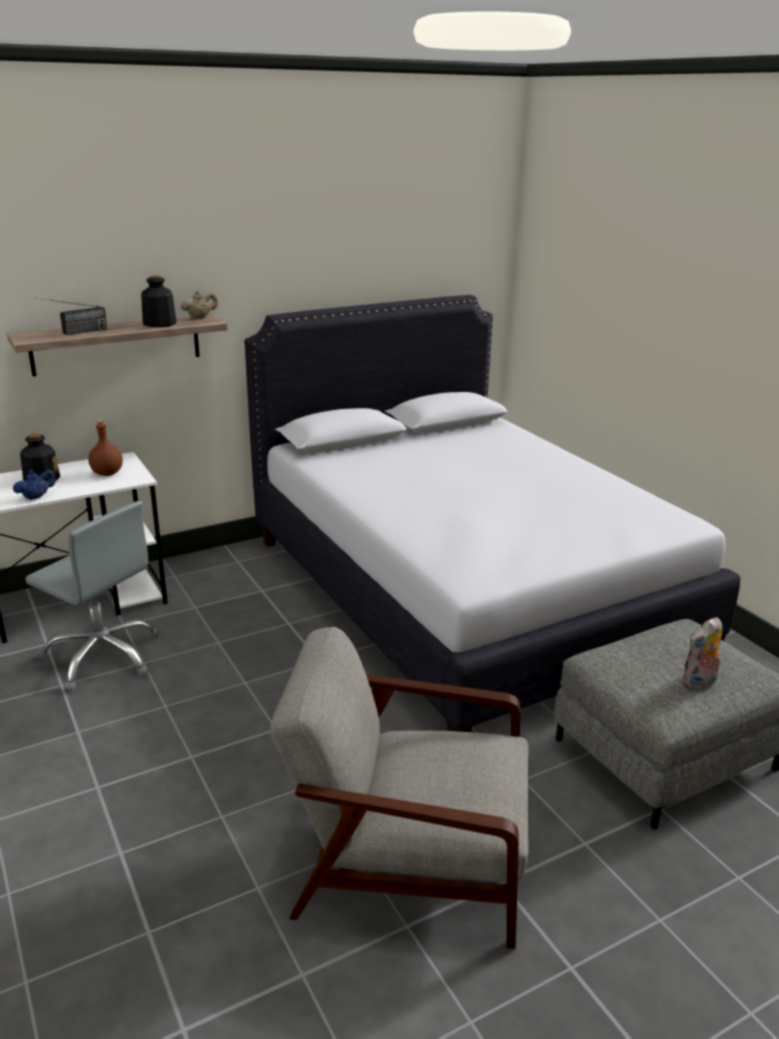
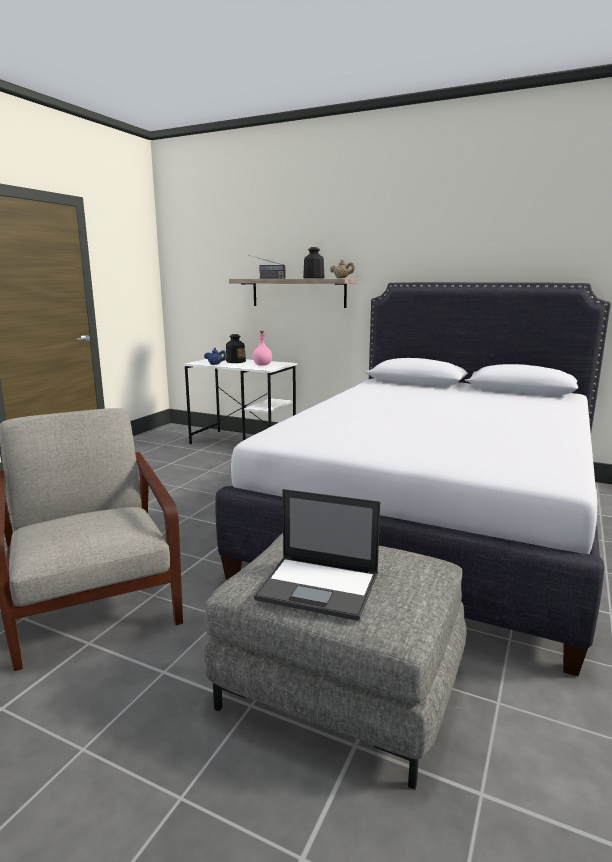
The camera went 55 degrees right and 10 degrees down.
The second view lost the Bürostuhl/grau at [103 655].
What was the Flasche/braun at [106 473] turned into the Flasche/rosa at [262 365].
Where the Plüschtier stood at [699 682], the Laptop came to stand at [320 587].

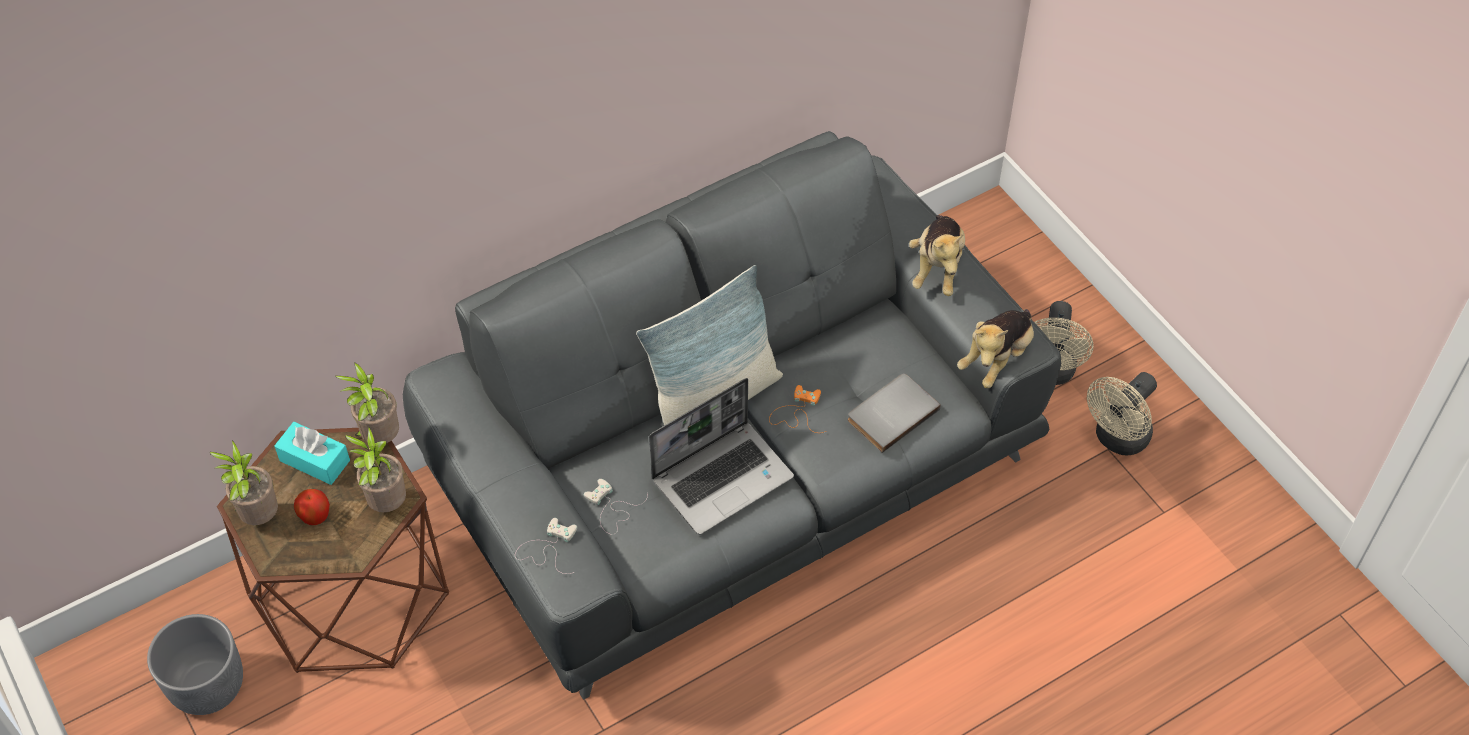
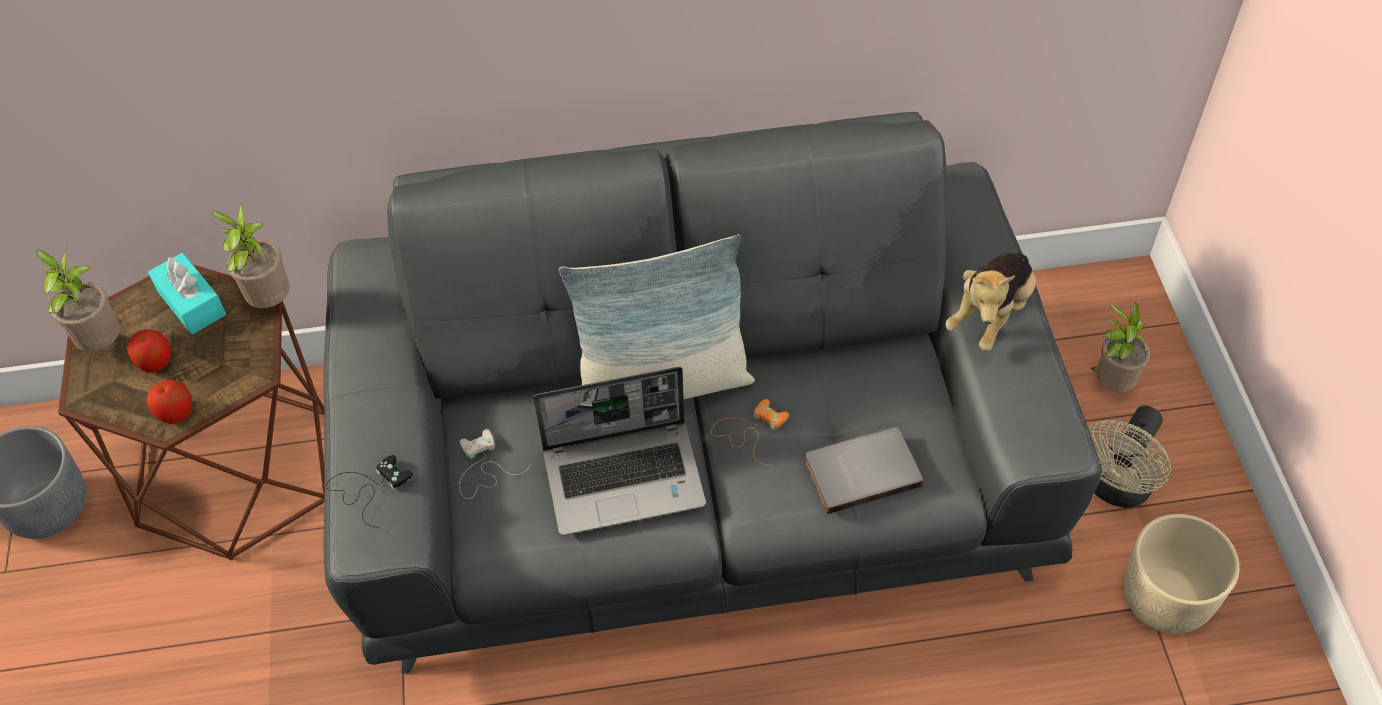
The camera went 25 degrees right and 0 degrees up.
The Topfpflanze ended up elsewhere, having gone from [386 503] to [1110 384].
What was the Gamepad/weiß at [547 548] turned into the Gamepad/schwarz at [368 488].
The second view lost the Plüschtier at [996 358].
Where the Ventilator/beige stood at [1117 439], the Pflanzkübel/beige came to stand at [1166 599].
The second view gained the Apfel at [176 413].

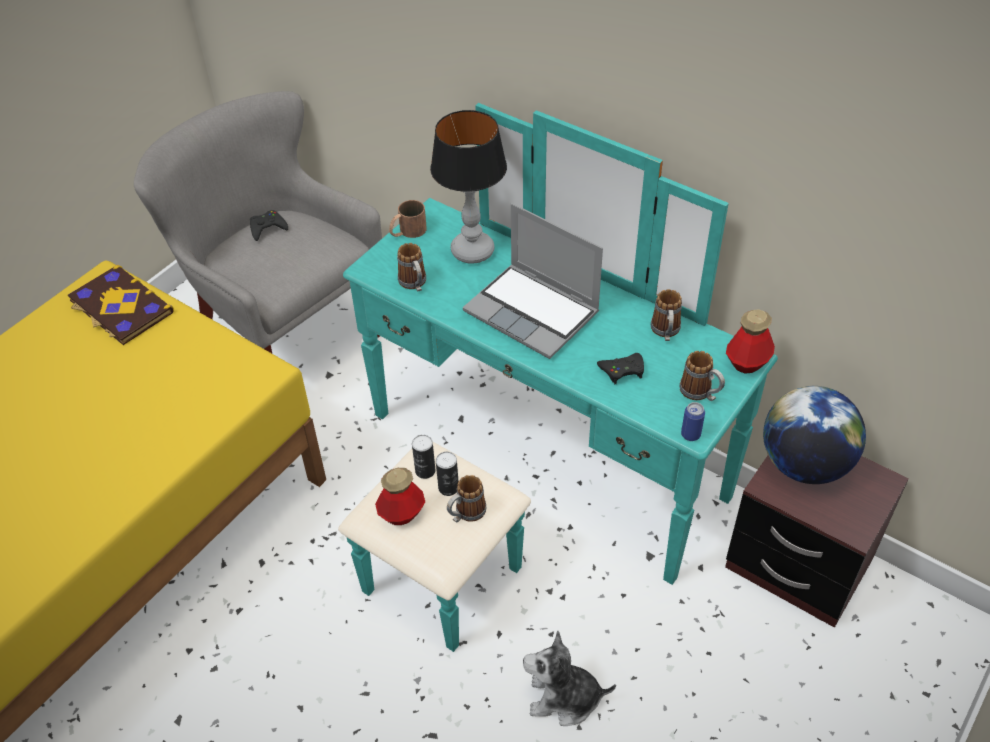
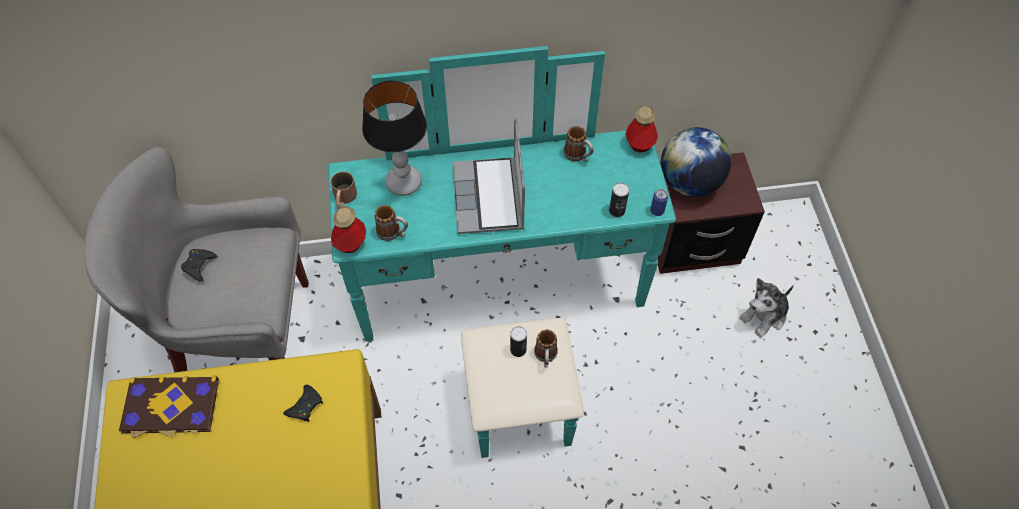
The camera went 45 degrees left and 10 degrees up.
The Flasche ended up elsewhere, having gone from [401 513] to [350 243].
The Dose ended up elsewhere, having gone from [425 471] to [617 210].
The Laptop at [533 312] ended up facing another way, 90 degrees clockwise from before.
The Plüschtier ended up elsewhere, having gone from [564 698] to [764 316].
The Gamepad/schwarz ended up elsewhere, having gone from [622 370] to [305 406].
The second view lost the Henkelbecher at [700 393].

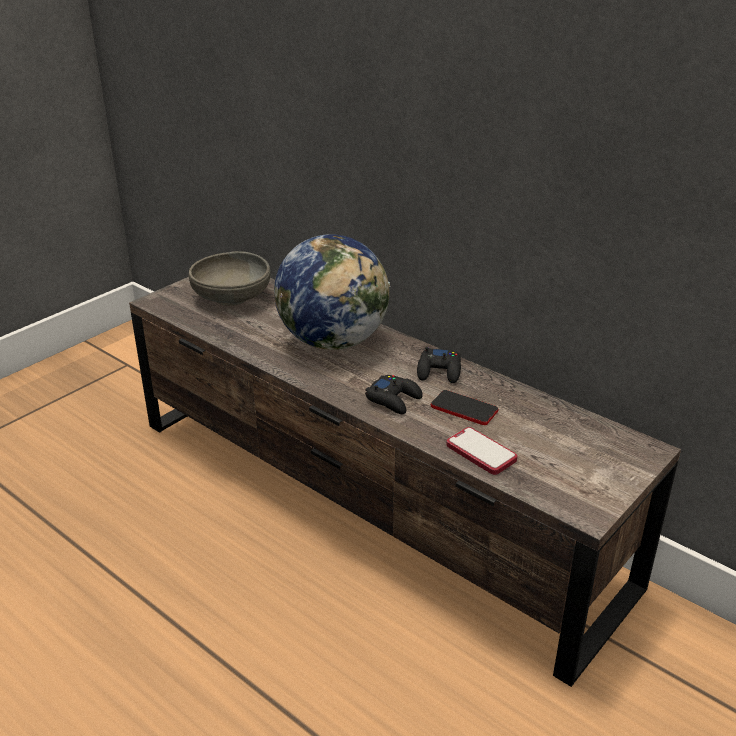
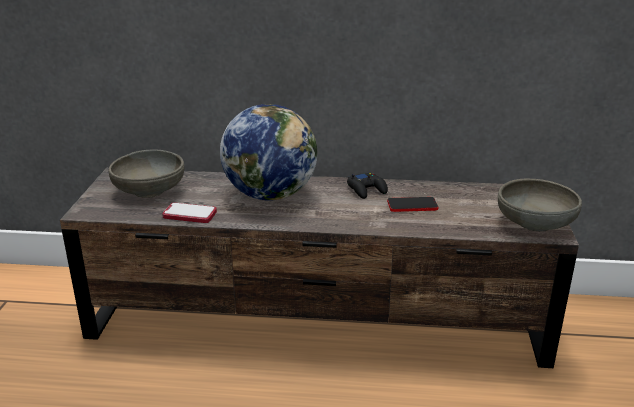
The camera went 35 degrees left and 5 degrees down.
The second view lost the Gamepad/schwarz at [394 399].
The Handy ended up elsewhere, having gone from [481 452] to [190 214].
The second view gained the Schüssel/grau at [534 224].

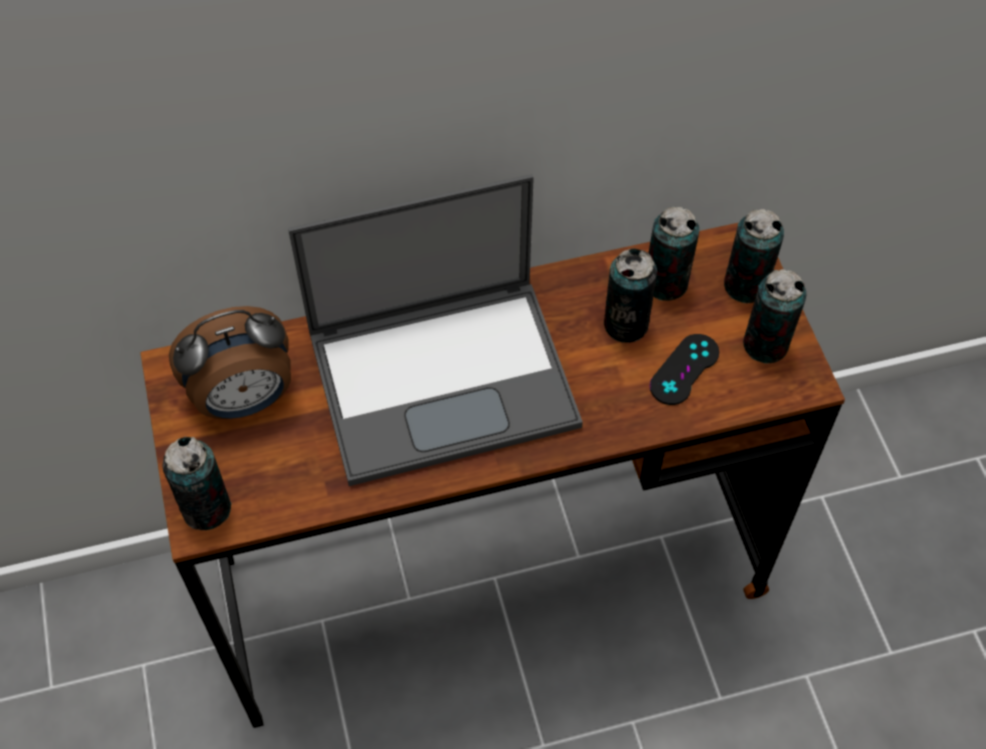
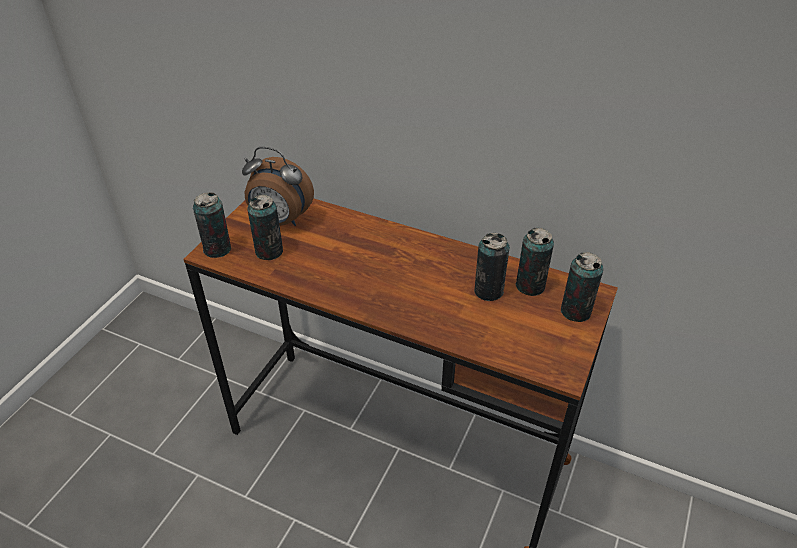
The camera went 40 degrees right and 15 degrees down.
The second view lost the Laptop at [445 377].
The second view lost the Gamepad/schwarz at [684 369].
The Dose ended up elsewhere, having gone from [765 345] to [269 251].

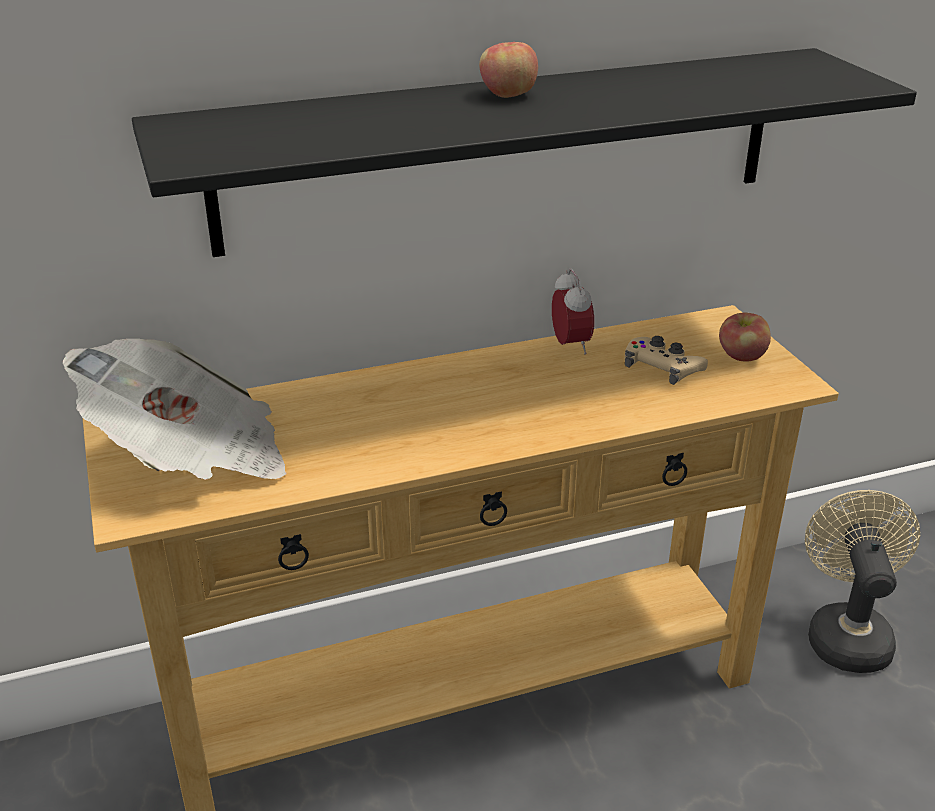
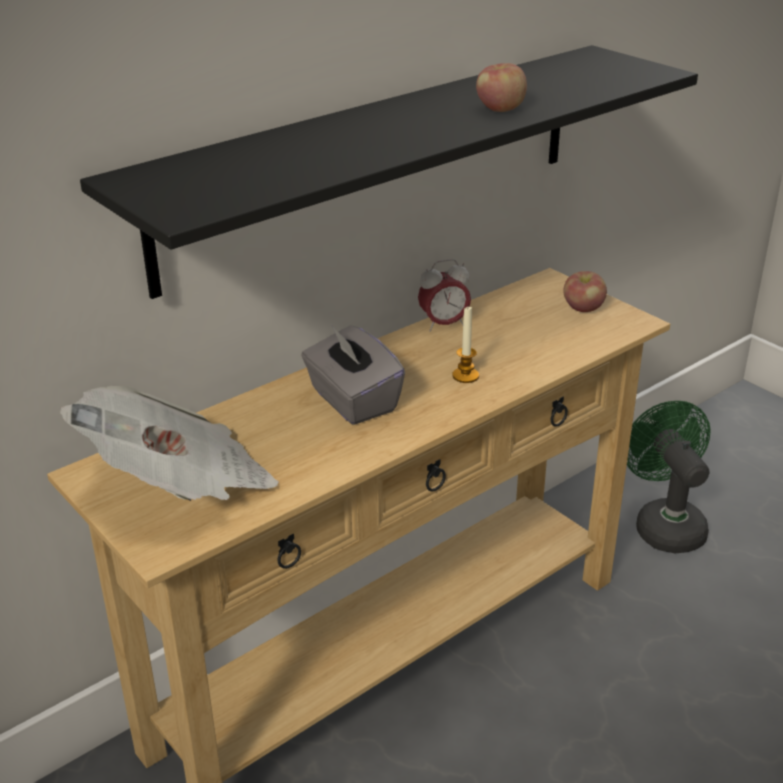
The camera went 20 degrees left and 0 degrees up.
The Apfel ended up elsewhere, having gone from [507 95] to [500 109].
The Wecker at [570 345] ended up facing another way, 105 degrees clockwise from before.
The second view lost the Gamepad/beige at [662 367].
What was the Ventilator/beige at [846 633] turned into the Ventilator/grün at [664 524].
The second view gained the Taschentuchbox/grau at [352 400].
The second view gained the Kerze at [465 376].

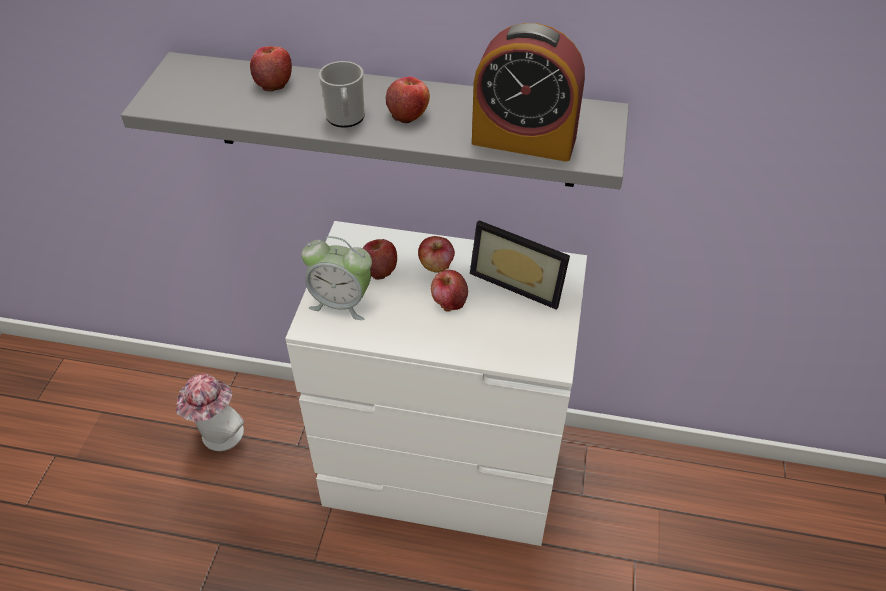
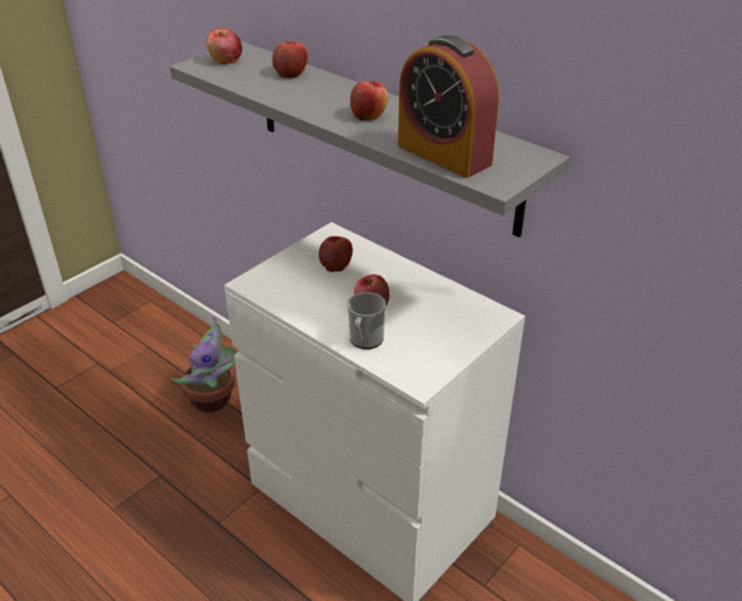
The camera went 30 degrees right and 10 degrees down.
Where the Hut stood at [219 438], the Topfpflanze came to stand at [214 400].
The second view lost the Wecker at [341 302].
The Henkelbecher ended up elsewhere, having gone from [346 119] to [365 341].
The Apfel ended up elsewhere, having gone from [436 265] to [225 60].
The second view lost the Bilderrahmen at [520 280].

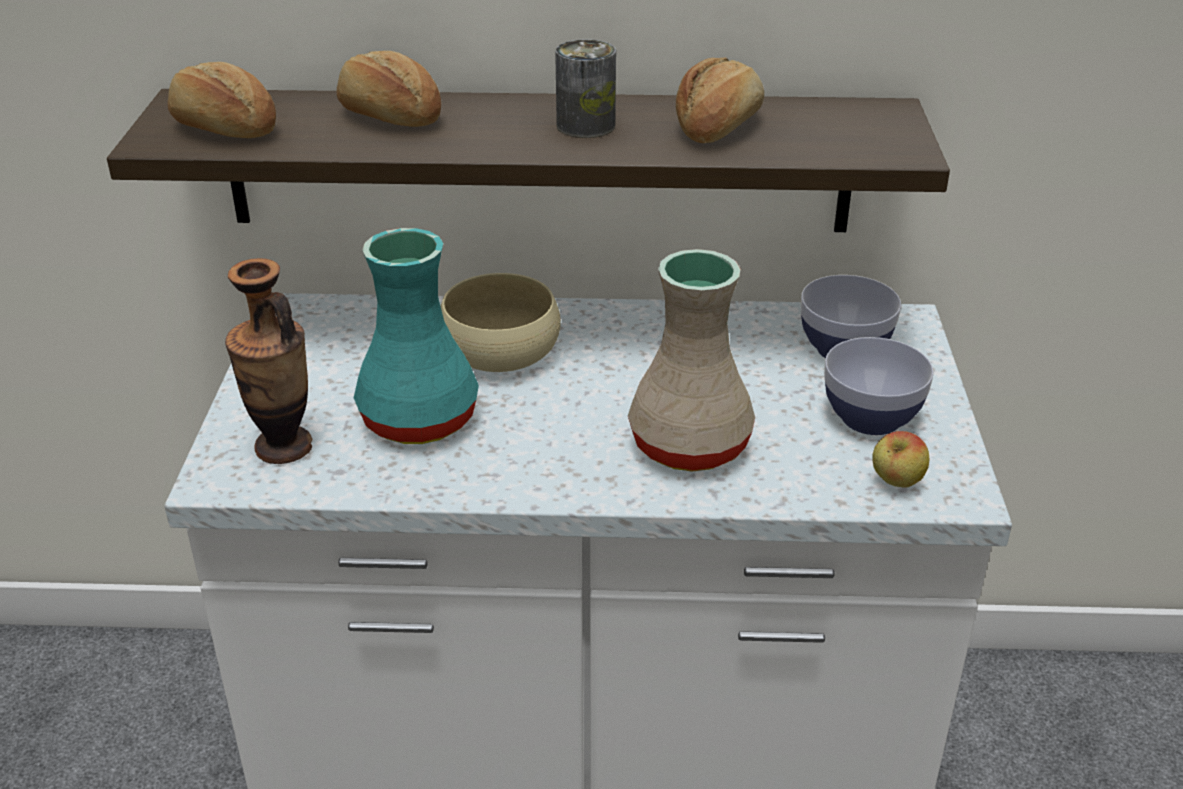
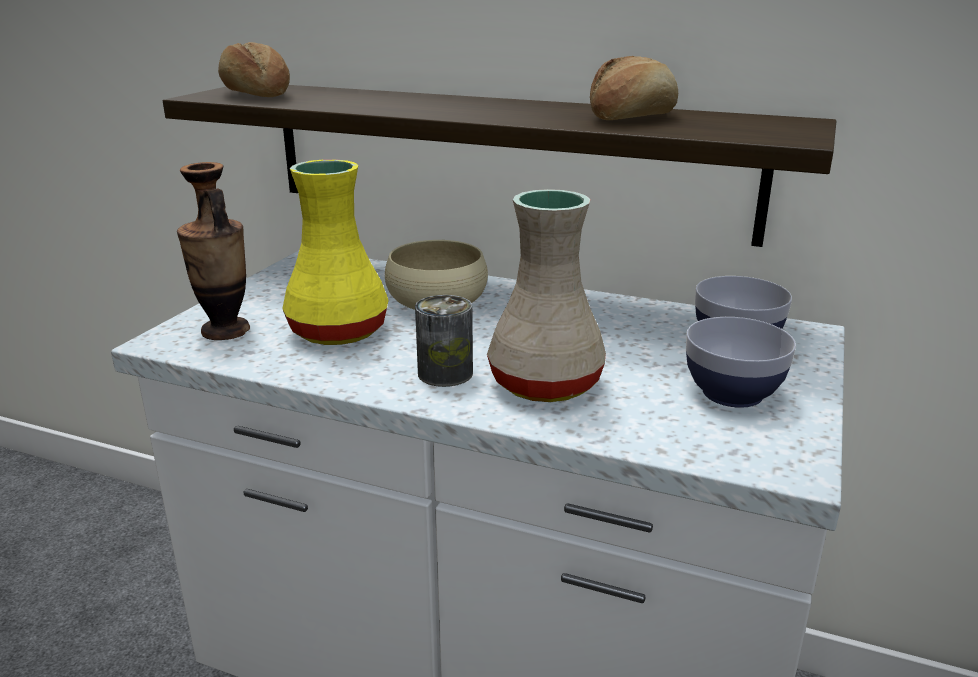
The camera went 20 degrees right and 10 degrees down.
The second view lost the Brot at [389 117].
What was the Vase/türkis at [416 420] turned into the Vase/gelb at [336 331].
The Dose ended up elsewhere, having gone from [586 125] to [445 373].
The second view lost the Apfel at [896 483].

